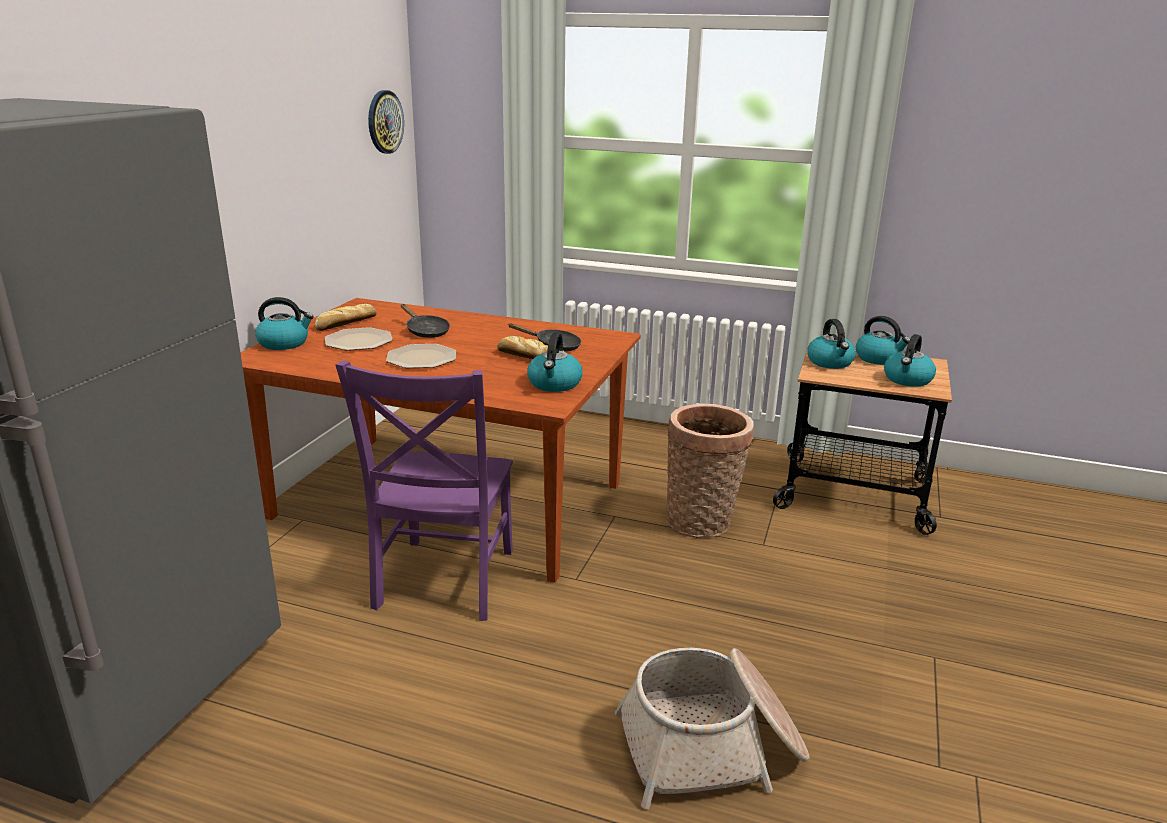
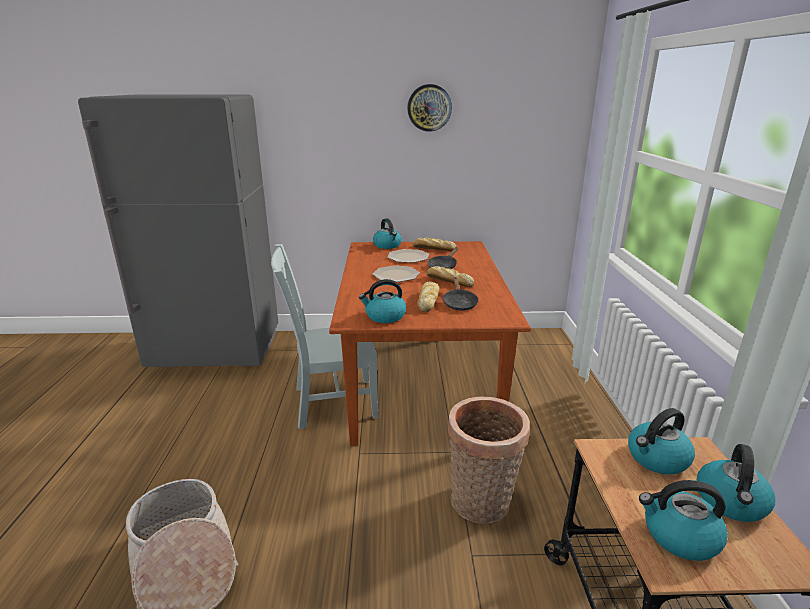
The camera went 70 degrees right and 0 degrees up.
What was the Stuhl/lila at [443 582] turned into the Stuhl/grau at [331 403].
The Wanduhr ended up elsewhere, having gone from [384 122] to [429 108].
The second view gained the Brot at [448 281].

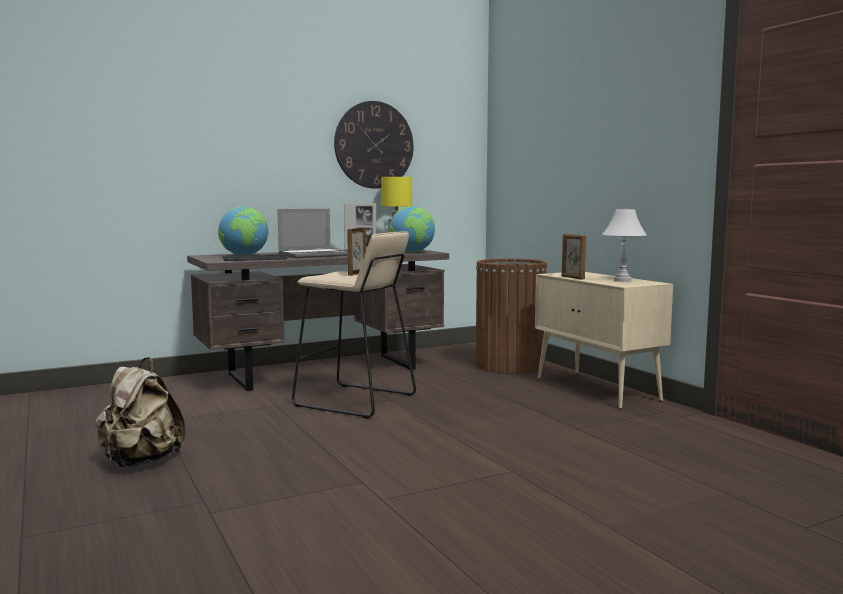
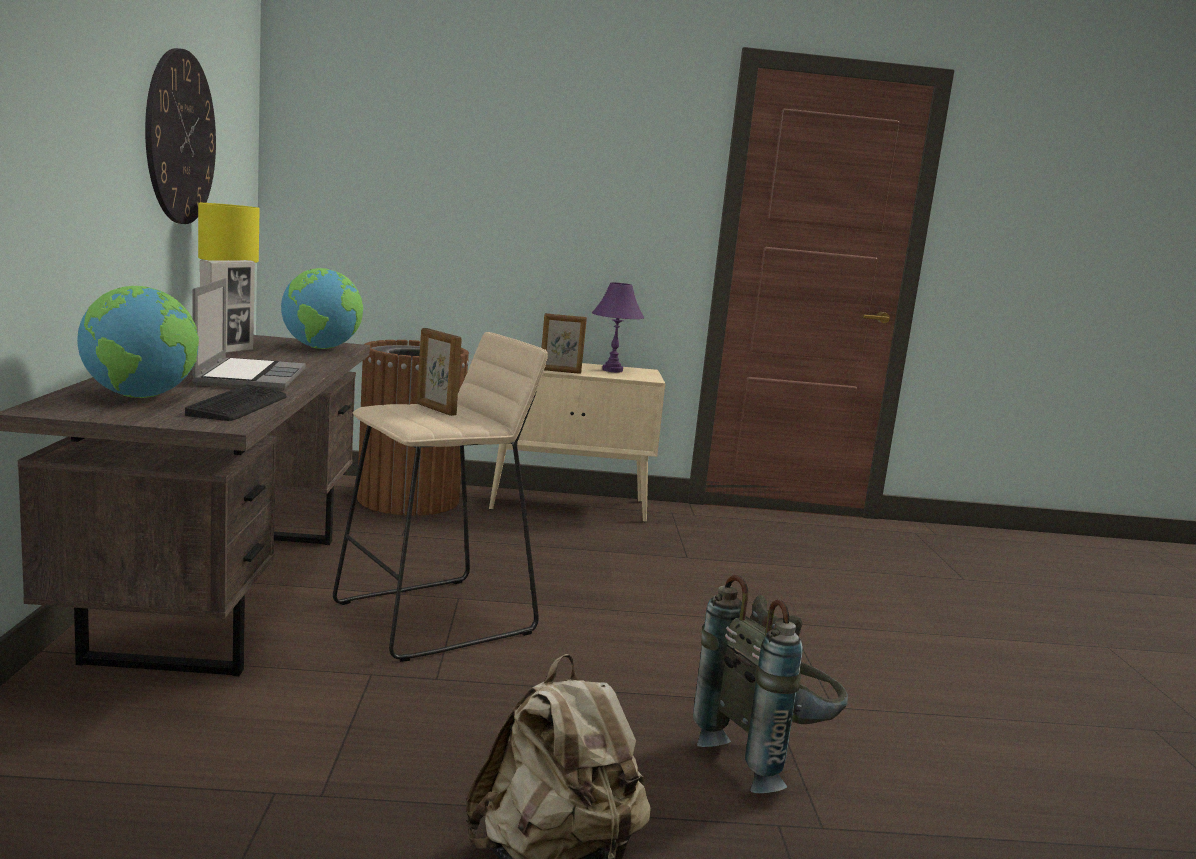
The camera went 65 degrees left and 5 degrees up.
What was the Tischlampe/weiß at [622 280] turned into the Tischlampe/lila at [613 370].
The second view gained the Rucksack/grau at [767 757].

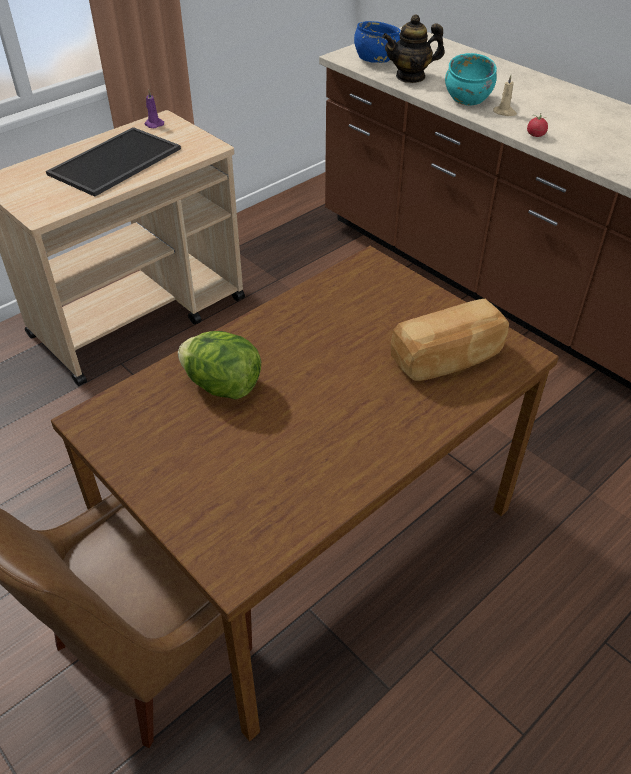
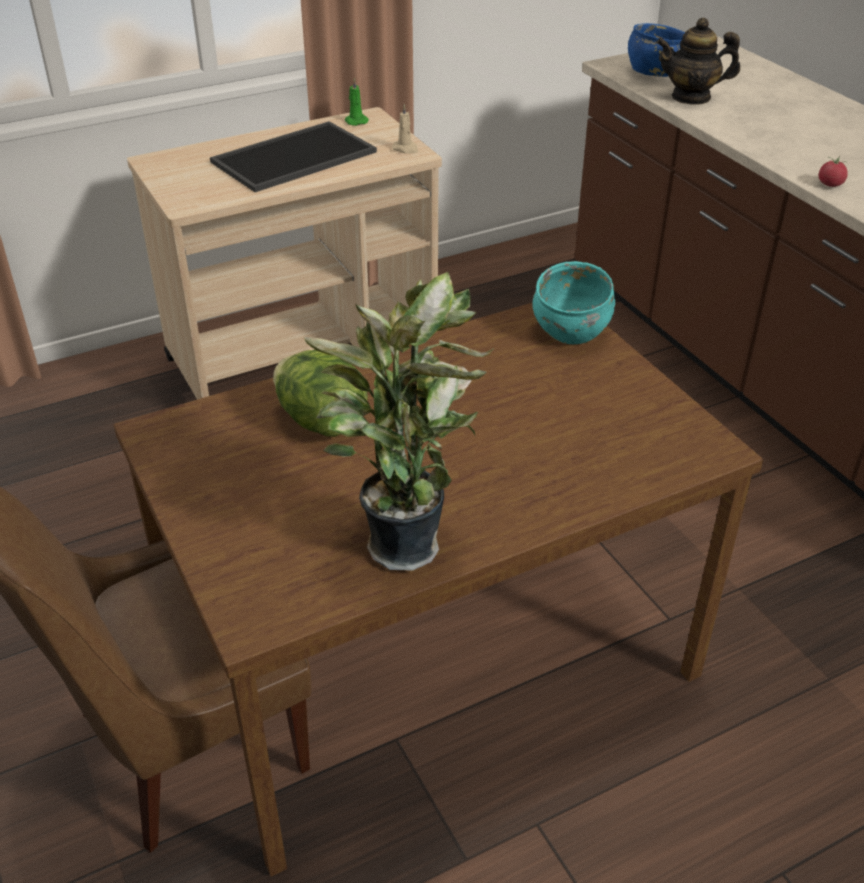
The camera went 15 degrees right and 5 degrees down.
What was the Kerze/lila at [153 124] turned into the Kerze/grün at [355 121].
The second view lost the Brot at [448 359].
The Schüssel/türkis ended up elsewhere, having gone from [467 99] to [570 331].
The Kerze/beige ended up elsewhere, having gone from [505 112] to [406 149].
The second view gained the Topfpflanze at [404 540].

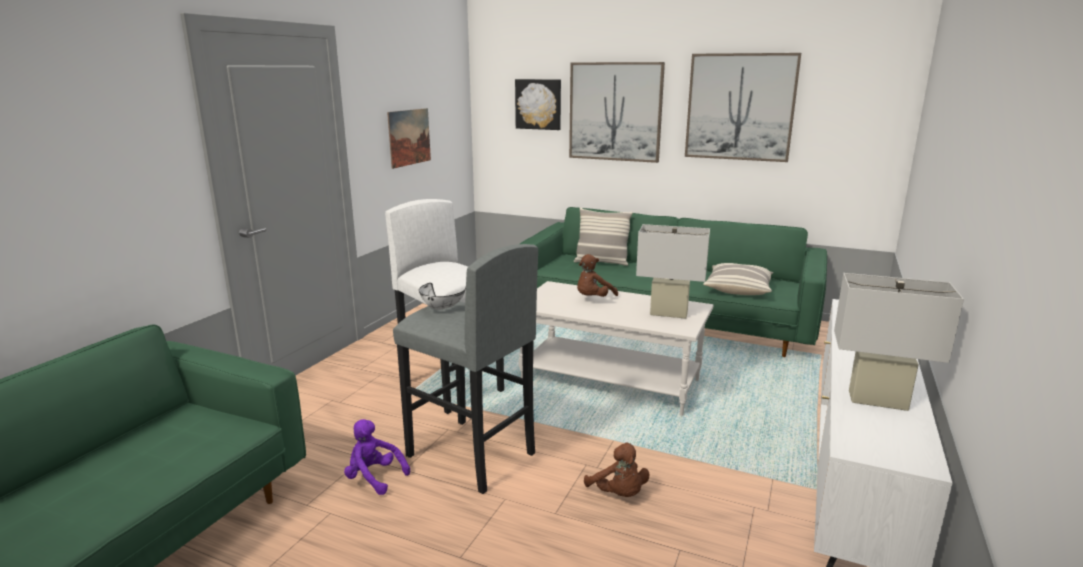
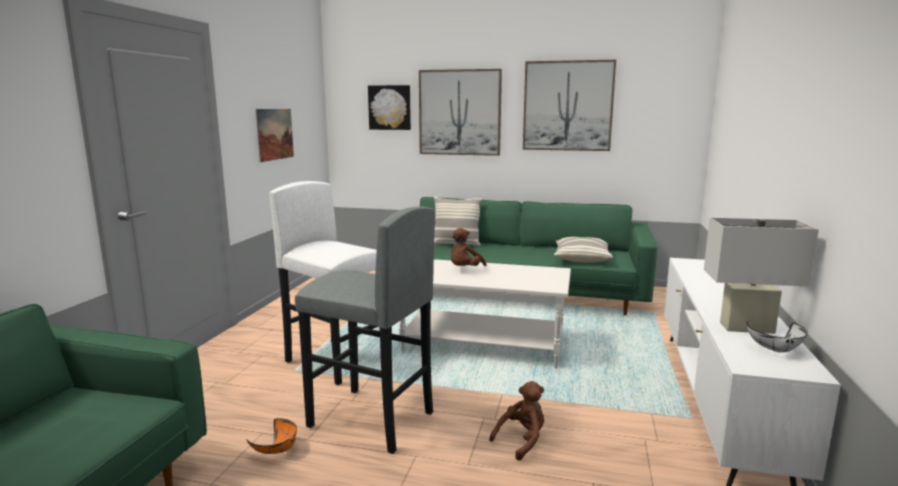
The camera went 10 degrees left and 5 degrees down.
Where the Plüschtier/lila stood at [374 478], the Schüssel/orange came to stand at [278 450].
The Schüssel/weiß ended up elsewhere, having gone from [441 308] to [776 350].
The Plüschtier/braun at [618 494] ended up facing another way, 90 degrees counterclockwise from before.
The second view lost the Tischlampe/weiß at [668 313].

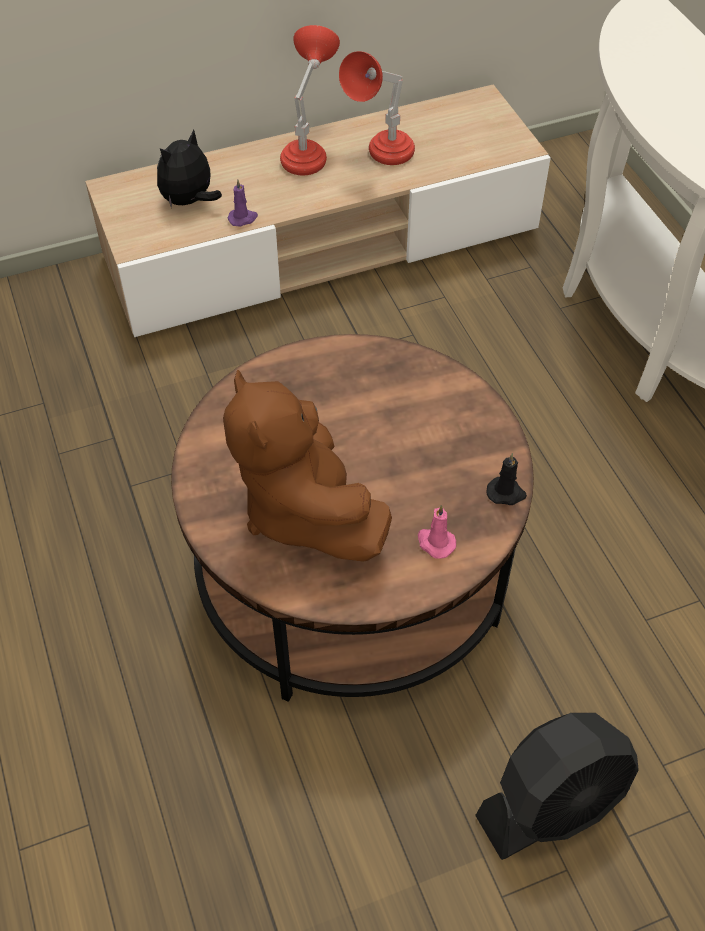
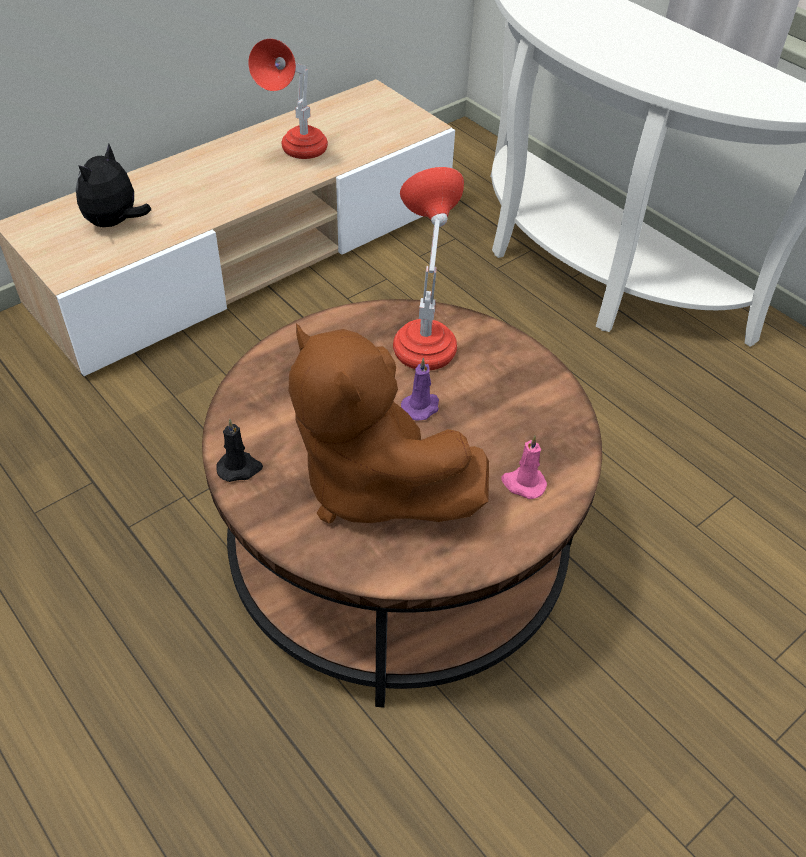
The camera went 20 degrees left and 5 degrees down.
The Kerze/lila ended up elsewhere, having gone from [243 218] to [421 407].
The Tischlampe/rot ended up elsewhere, having gone from [308 153] to [424 336].
The second view lost the Ventilator/schwarz at [553 804].
The Kerze/schwarz ended up elsewhere, having gone from [506 493] to [240 468].

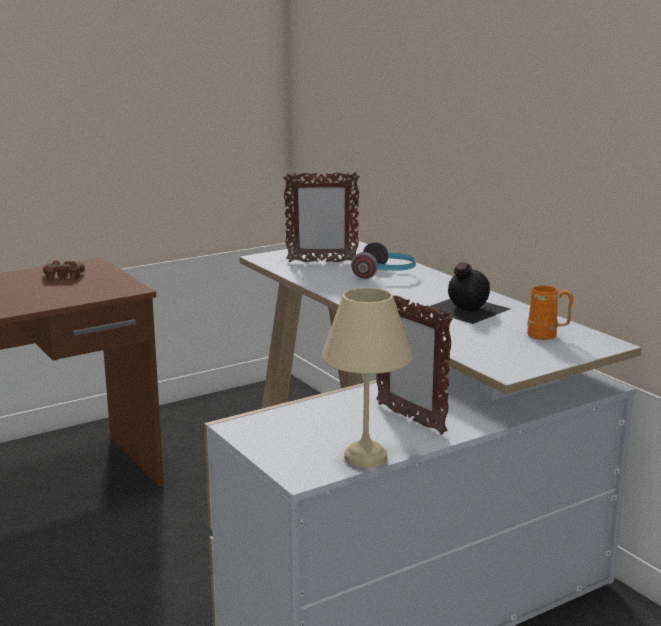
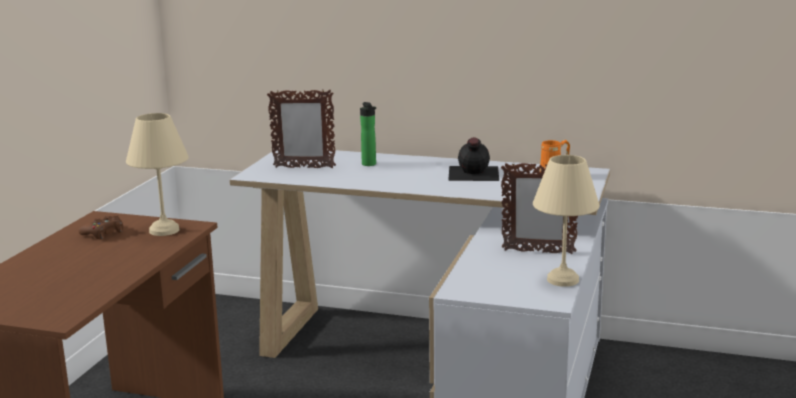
The camera went 40 degrees left and 0 degrees up.
The Bilderrahmen at [321 262] ended up facing another way, 45 degrees clockwise from before.
Where the Kopfhörer stood at [385 274], the Flasche came to stand at [369 165].
The second view gained the Tischlampe/beige at [163 231].

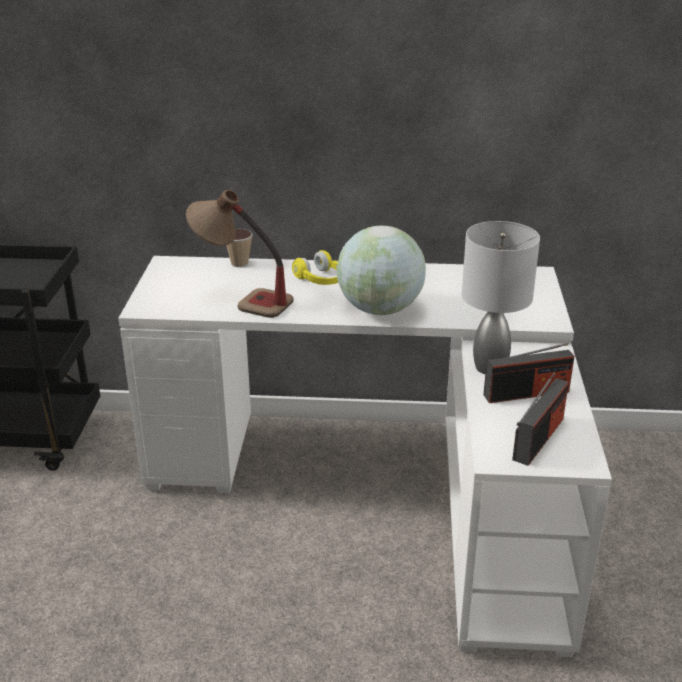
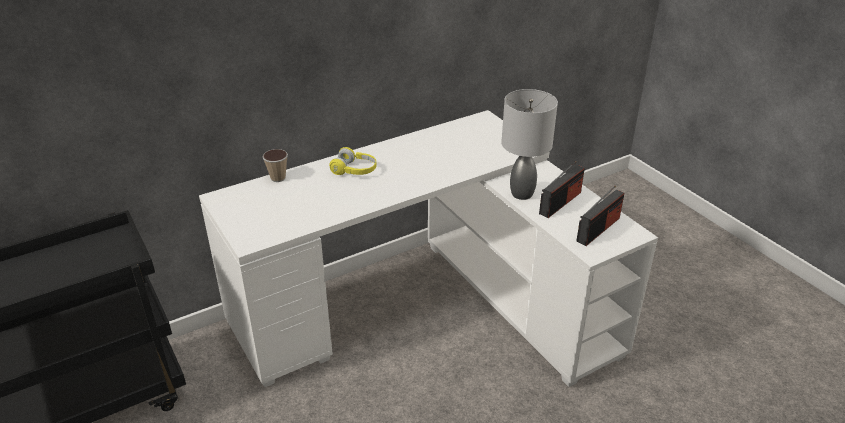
The camera went 35 degrees left and 5 degrees up.
The second view lost the Tischlampe at [241 300].
The second view lost the Globus at [380 309].
The Radio at [538 438] ended up facing another way, 45 degrees clockwise from before.

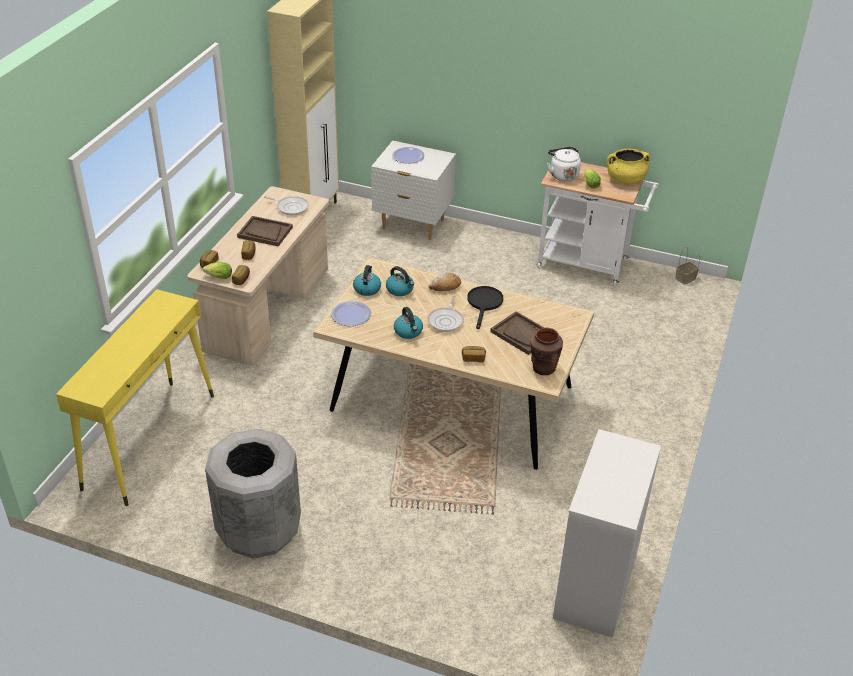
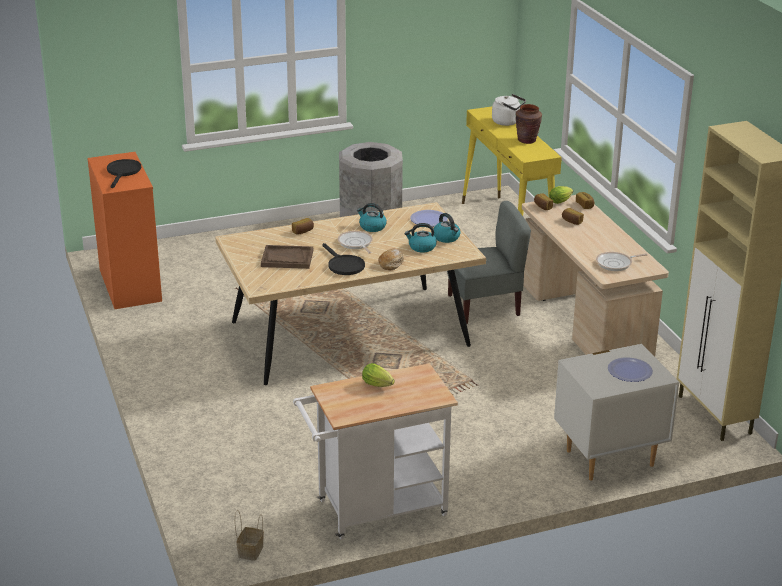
The camera went 140 degrees right and 10 degrees down.
The second view lost the Tablett/braun at [265 232].
The Vase/braun ended up elsewhere, having gone from [543 368] to [527 140].
The Wasserkessel/weiß ended up elsewhere, having gone from [563 175] to [507 122].
What was the Kommode/weiß at [595 587] turned into the Kommode/orange at [130 285].
The second view lost the Kochtopf/gelb at [625 180].
The second view gained the Pfanne/schwarz at [123 172].
The second view gained the Stuhl/grau at [484 306].

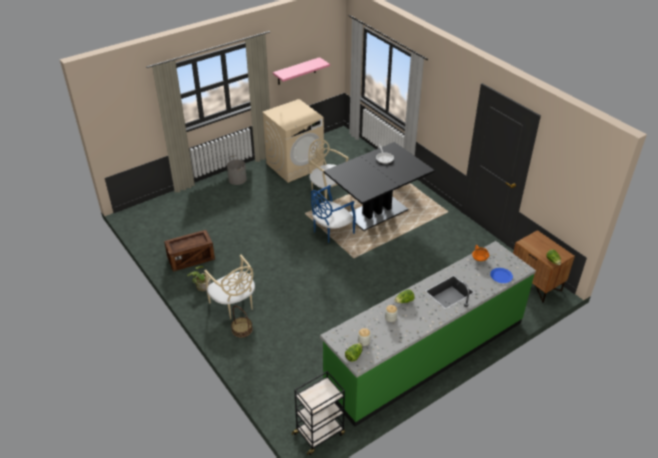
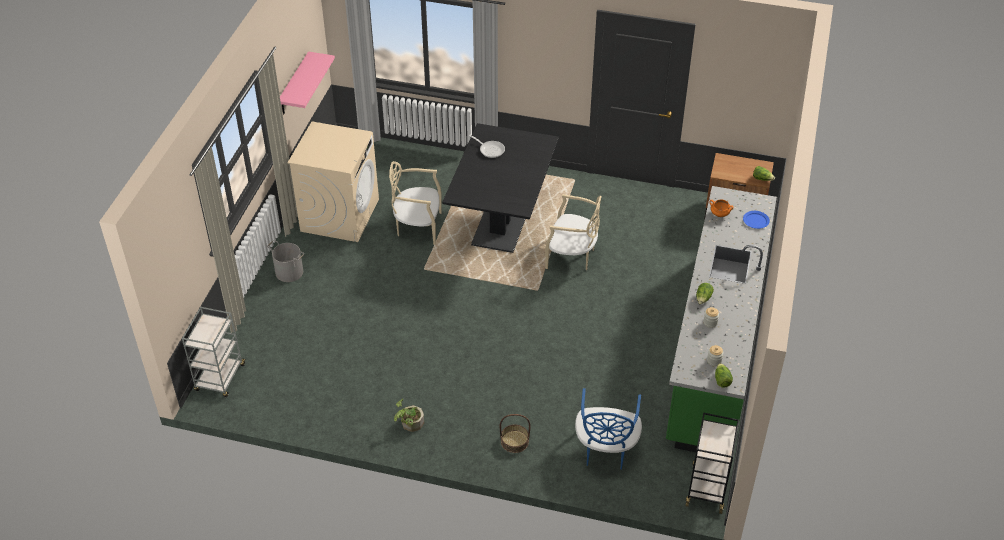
The camera went 40 degrees left and 5 degrees up.
The second view lost the Kiste at [191 258].
The Stuhl/beige ended up elsewhere, having gone from [234 305] to [572 256].
The Stuhl/blau ended up elsewhere, having gone from [331 231] to [605 449].
The second view gained the Rollwagen/grau at [220 378].

